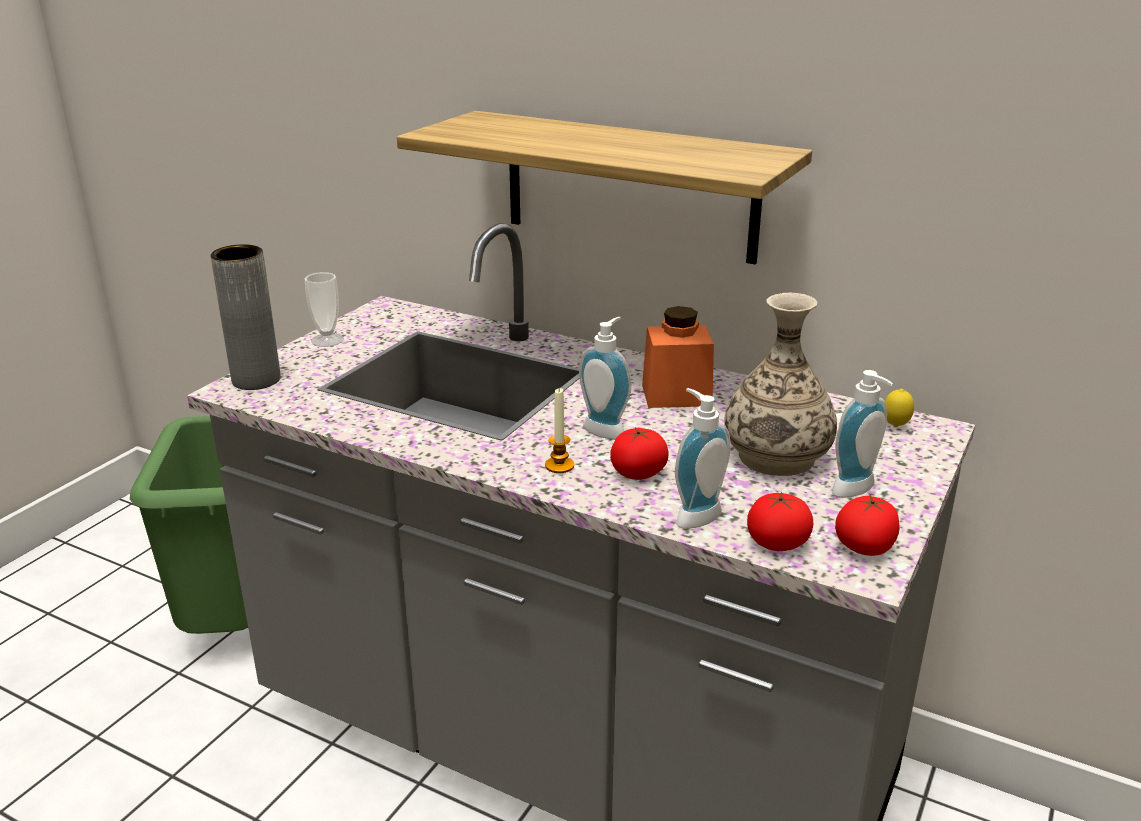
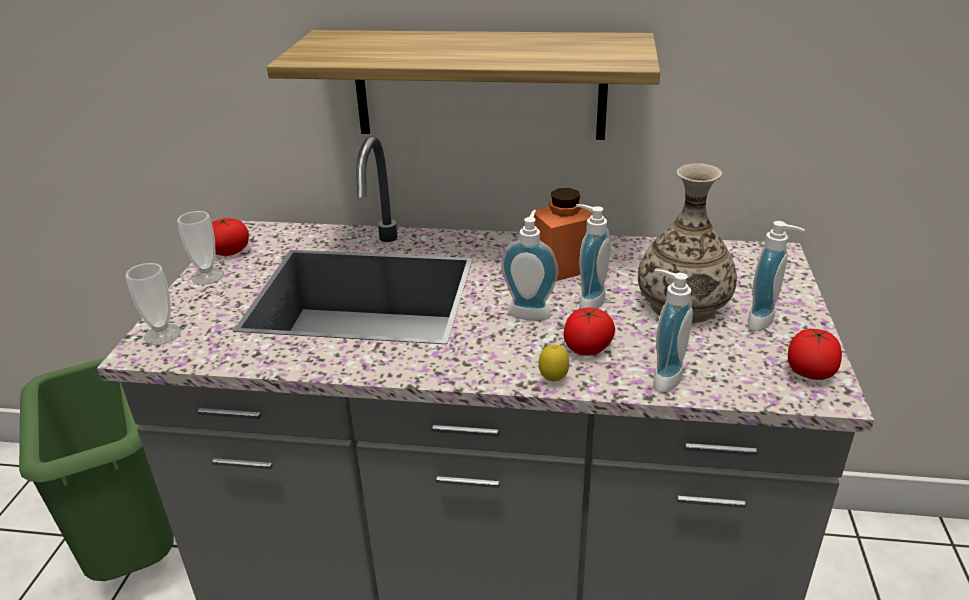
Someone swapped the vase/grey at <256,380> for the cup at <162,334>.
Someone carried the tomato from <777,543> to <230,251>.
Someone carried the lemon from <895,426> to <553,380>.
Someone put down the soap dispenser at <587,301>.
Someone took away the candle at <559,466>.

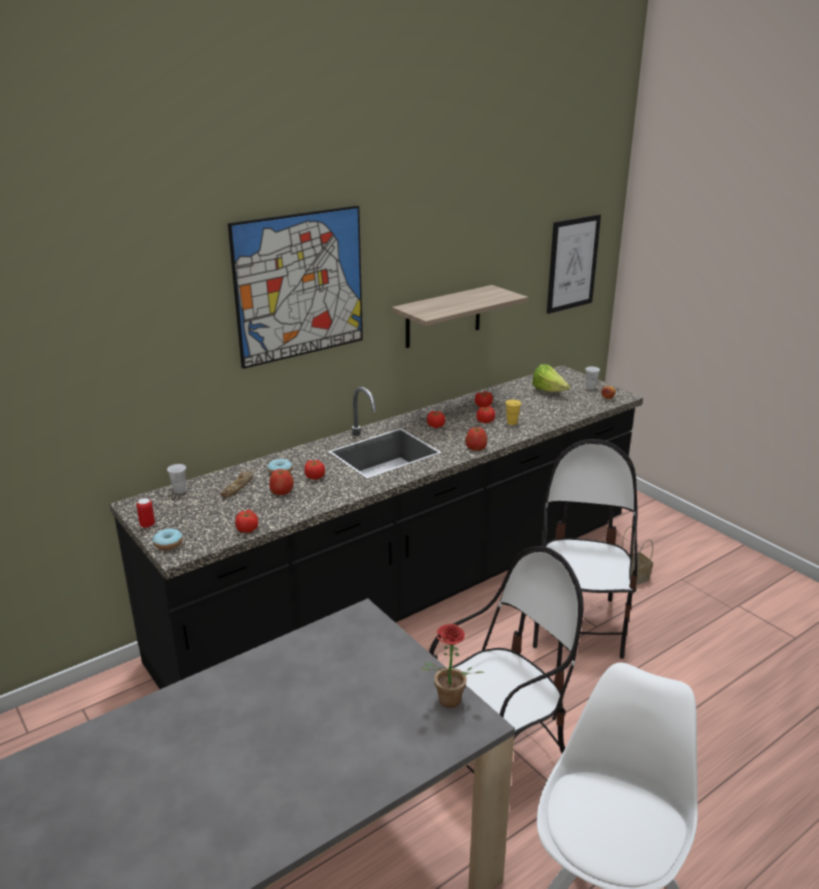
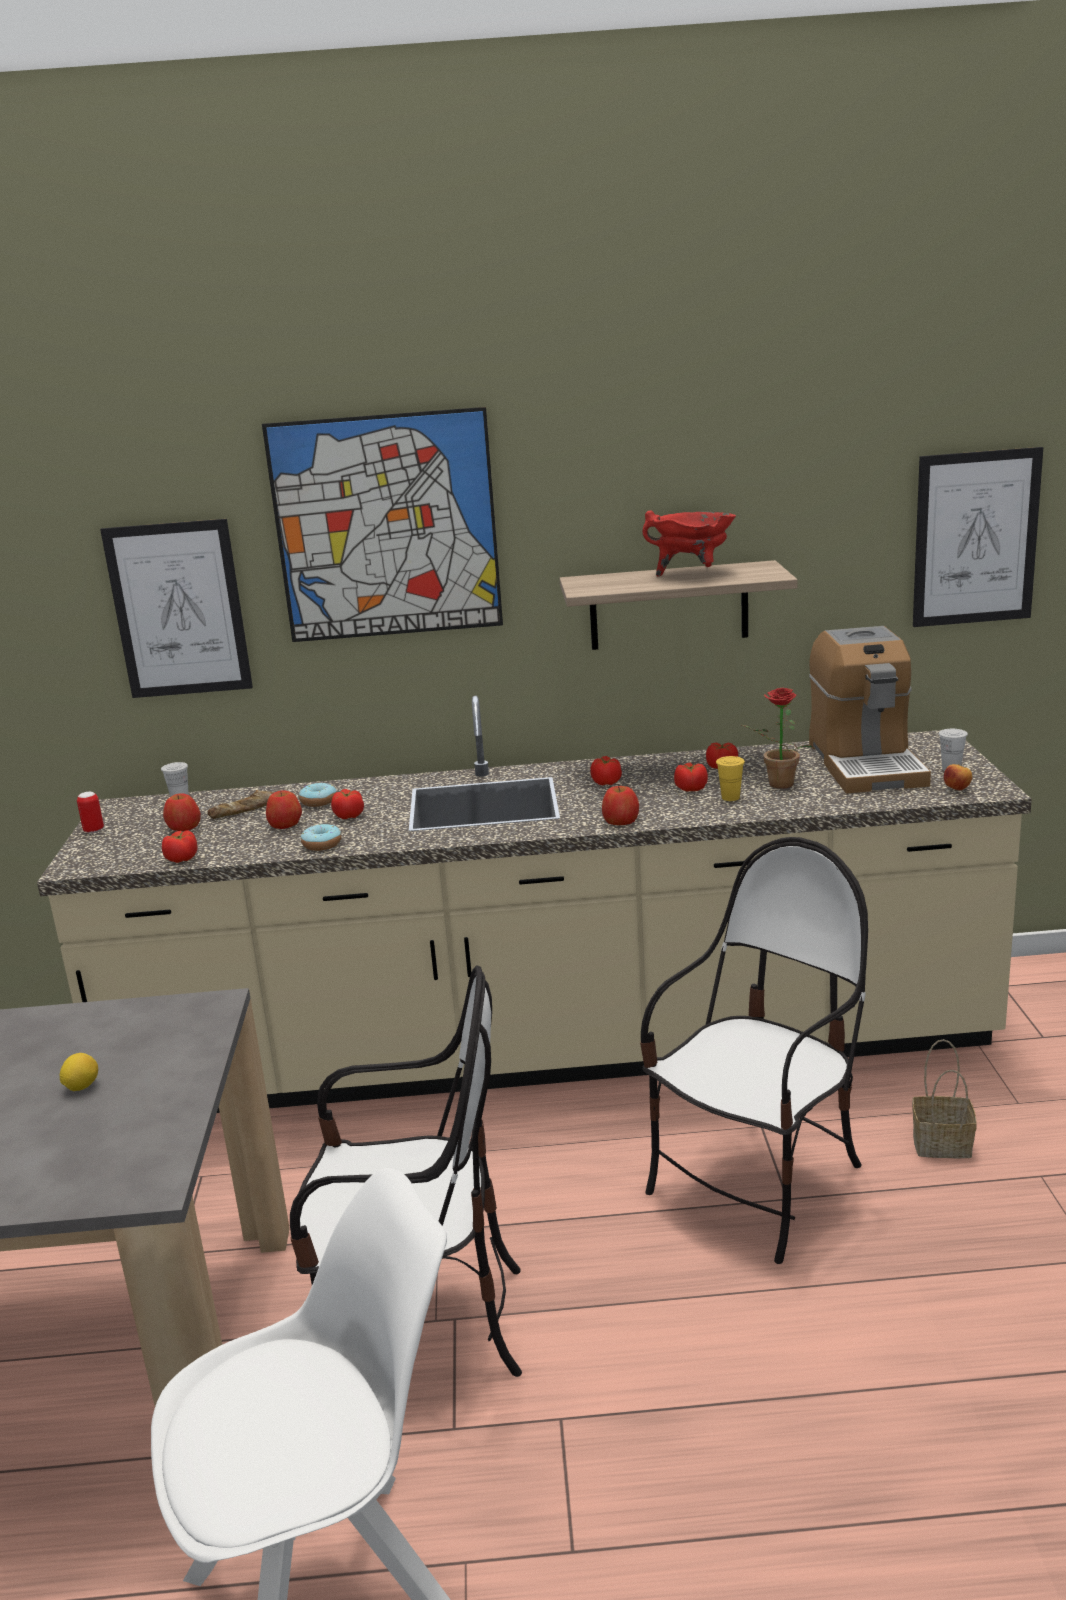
Someone repainted the counter/black at <409,589>, which became the counter/beige at <551,1051>.
Someone put down the lemon at <82,1086>.
Someone put up the picture at <179,609>.
Someone put down the apple at <184,827>.
Someone carried the donut from <168,544> to <322,844>.
Someone put down the cooking pot/red at <693,573>.
Someone carried the potted plant from <447,703> to <776,785>.
Someone swapped the lettuce at <549,391> for the coffee machine at <865,763>.

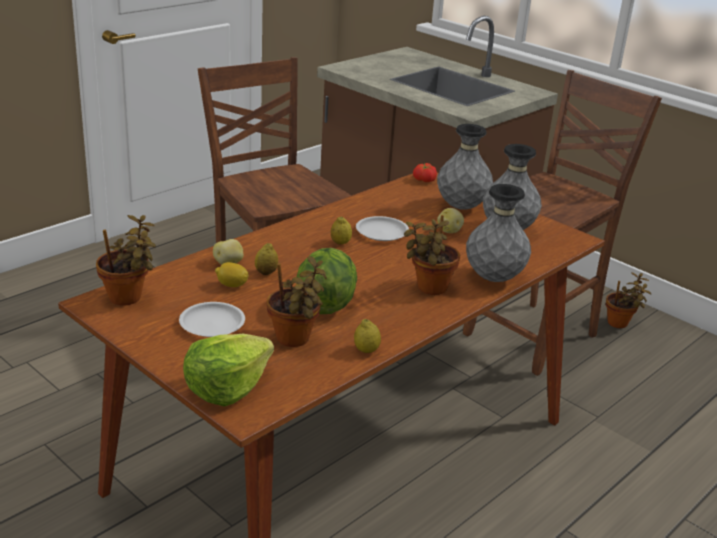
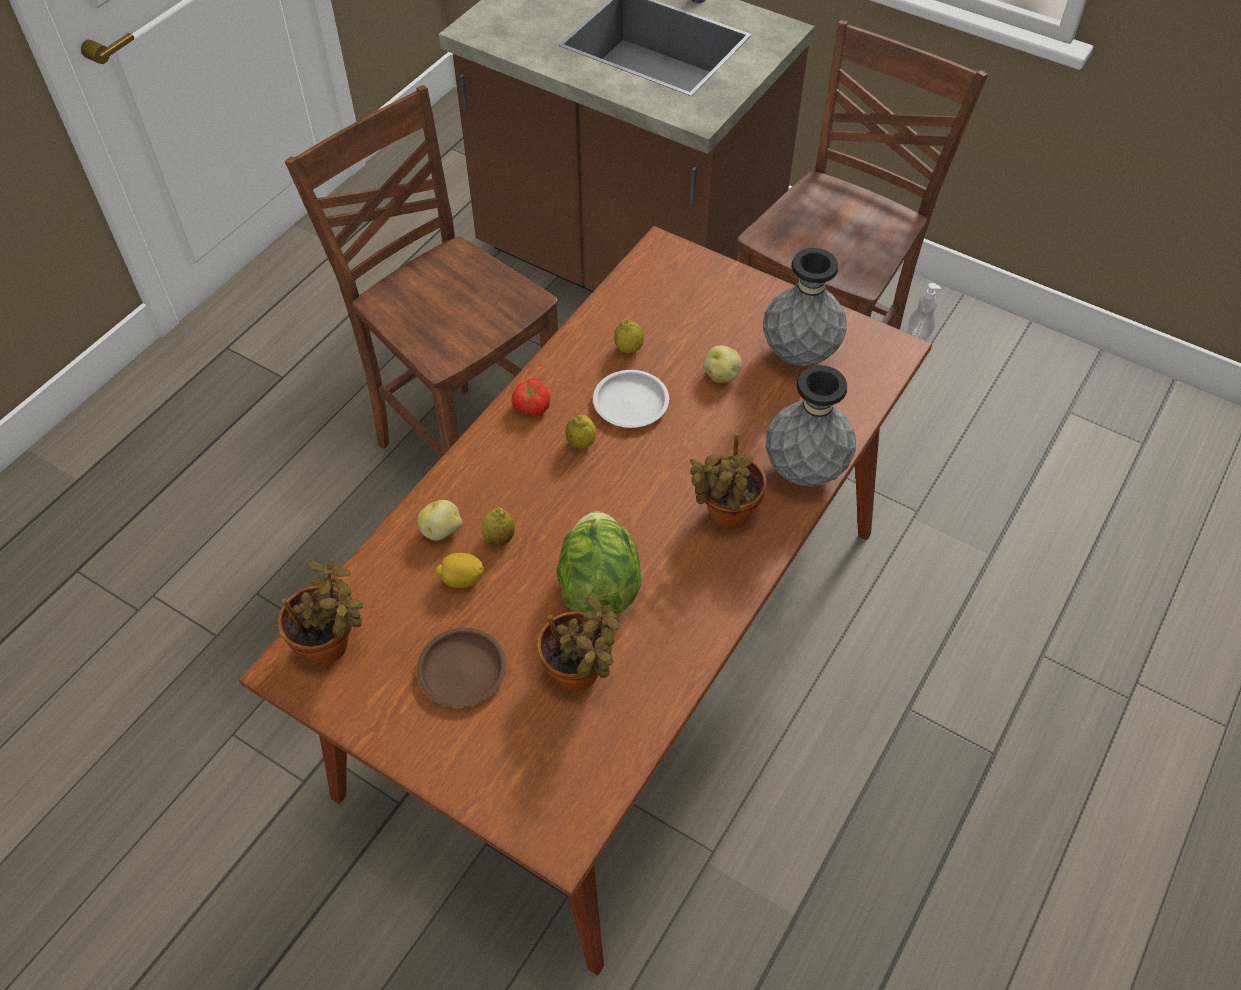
Someone repainted the plate/white at <213,324>, which became the plate/brown at <463,670>.
Someone carried the tomato from <423,180> to <531,406>.
Someone carried the lemon from <366,350> to <628,348>.
Someone swapped the potted plant at <620,323> for the soap dispenser at <919,333>.
Someone took away the lettuce at <226,387>.
Someone took away the vase/grey at <461,207>.

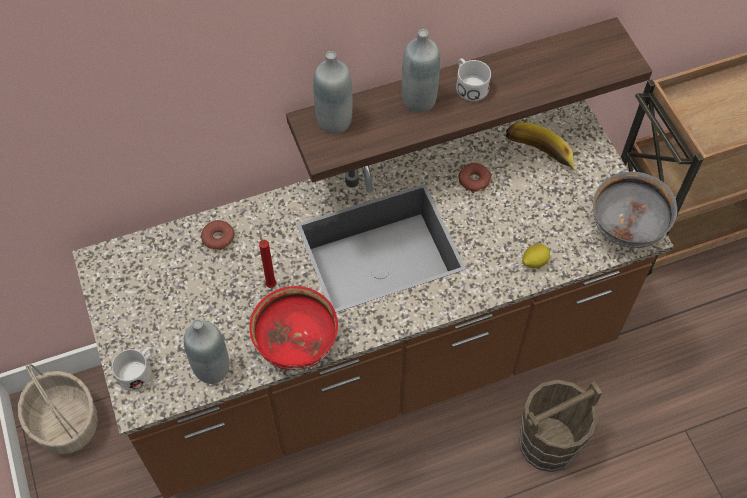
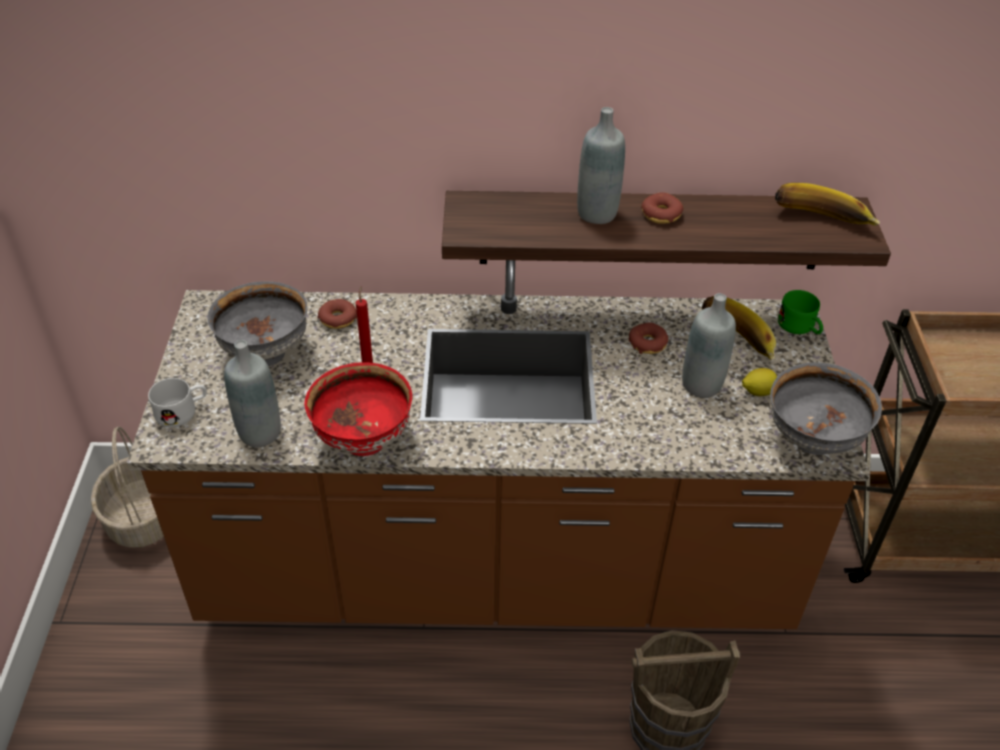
Someone put down the bowl/grey at <264,353>.
Someone swapped the mug/white at <469,85> for the donut at <661,214>.
Someone carried the bottle/grey from <334,121> to <701,385>.
Someone carried the lemon from <534,262> to <757,392>.
Someone put down the banana at <821,222>.
Someone put down the mug/green at <800,327>.

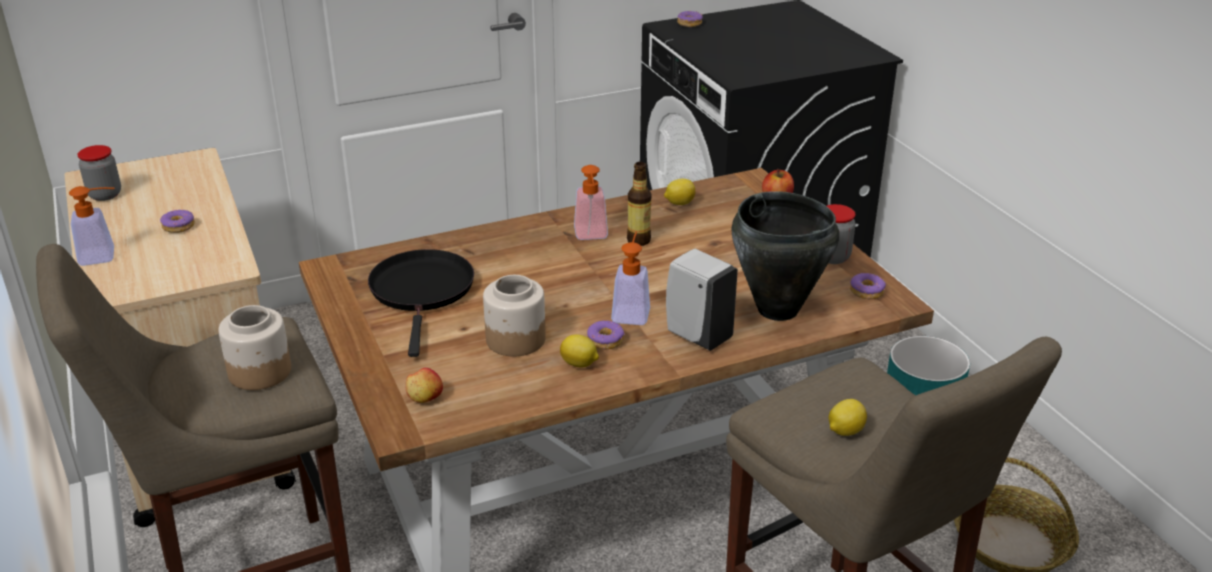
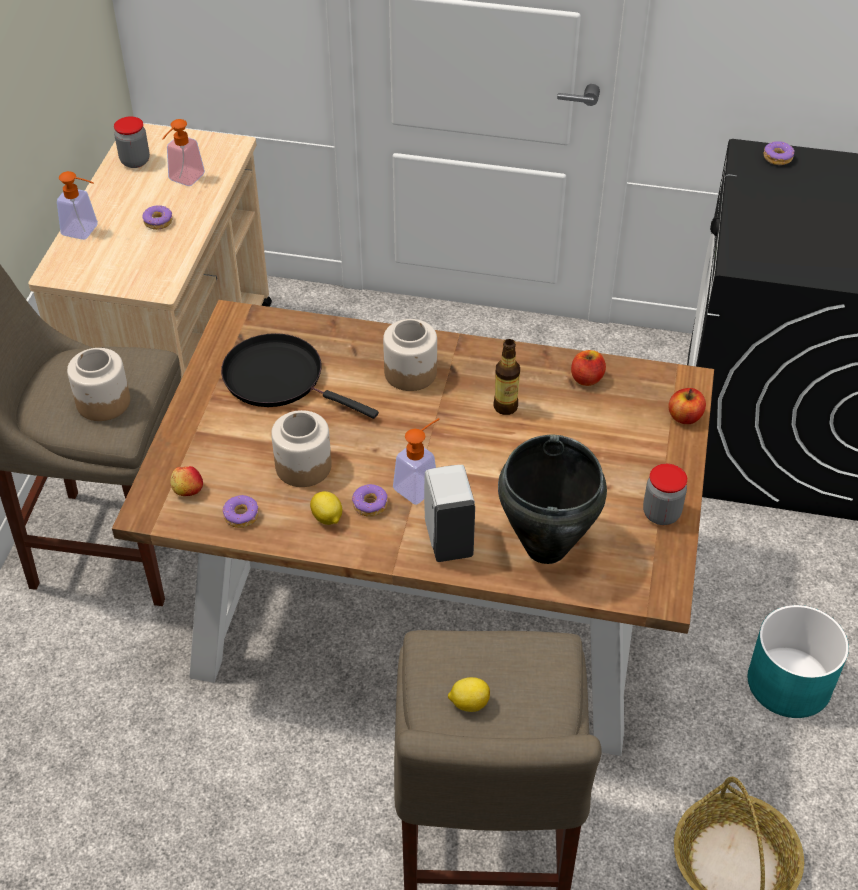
Someone carried the soap dispenser from <591,236> to <183,180>.
Someone rotated the frying pan/black at <422,292> by 90 degrees counterclockwise.
Someone carried the donut from <867,292> to <241,516>.
Someone put down the jar at <411,372>.
Someone swapped the lemon at <679,203> for the apple at <586,378>.

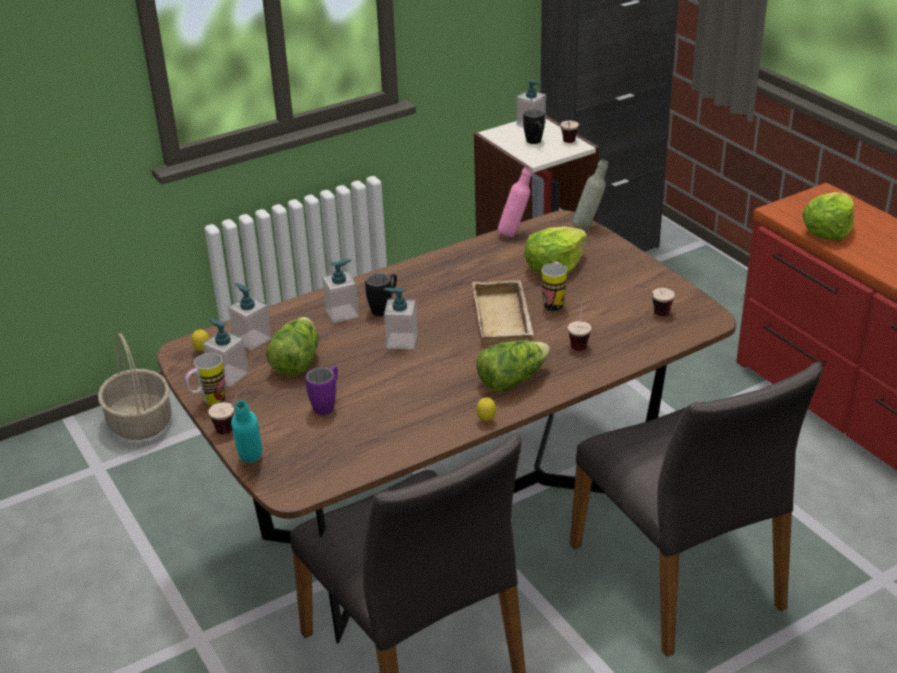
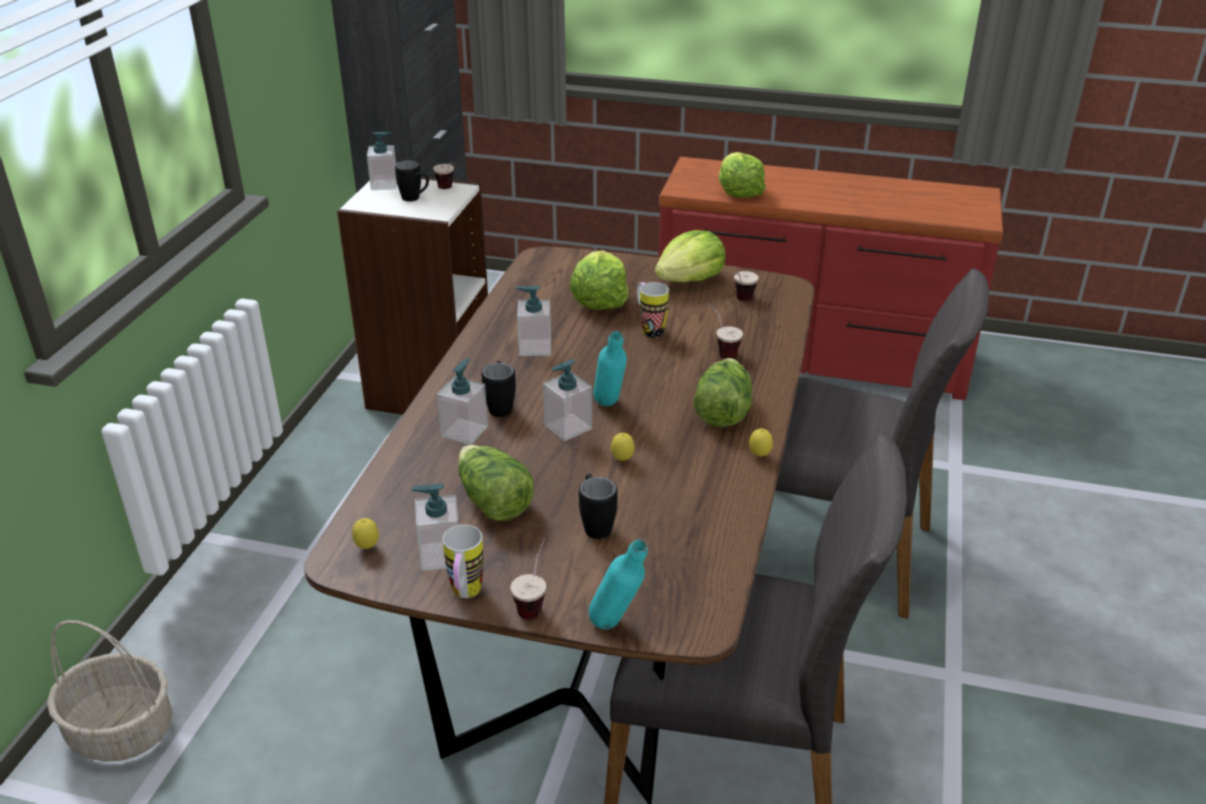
Someone carried the soap dispenser from <252,339> to <535,347>.
Someone repainted the mug/purple at <327,405>, which became the mug/black at <595,524>.
Someone put down the bottle/turquoise at <610,408>.
Someone put down the lemon at <622,460>.
Someone put down the lettuce at <690,279>.
Someone took away the tray/beige at <505,319>.
Someone took away the bottle/pink at <515,233>.
Someone took away the bottle/grey at <589,226>.

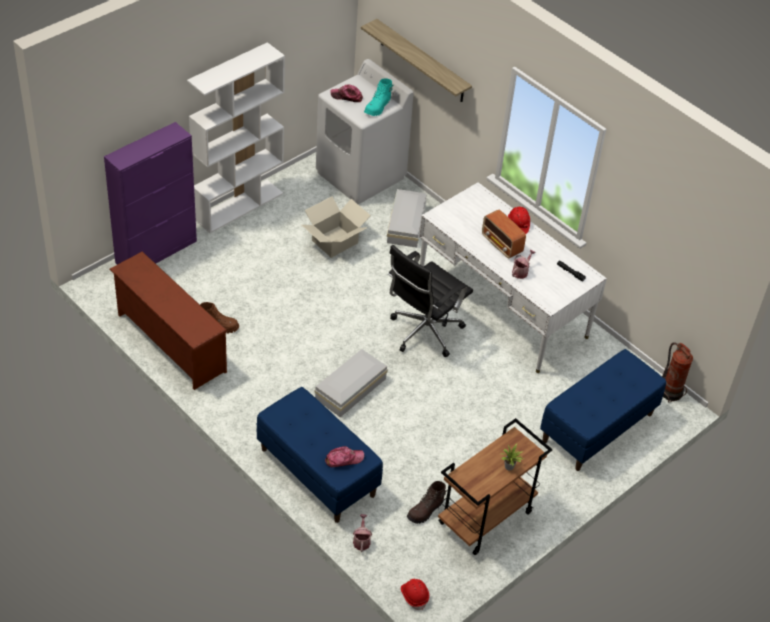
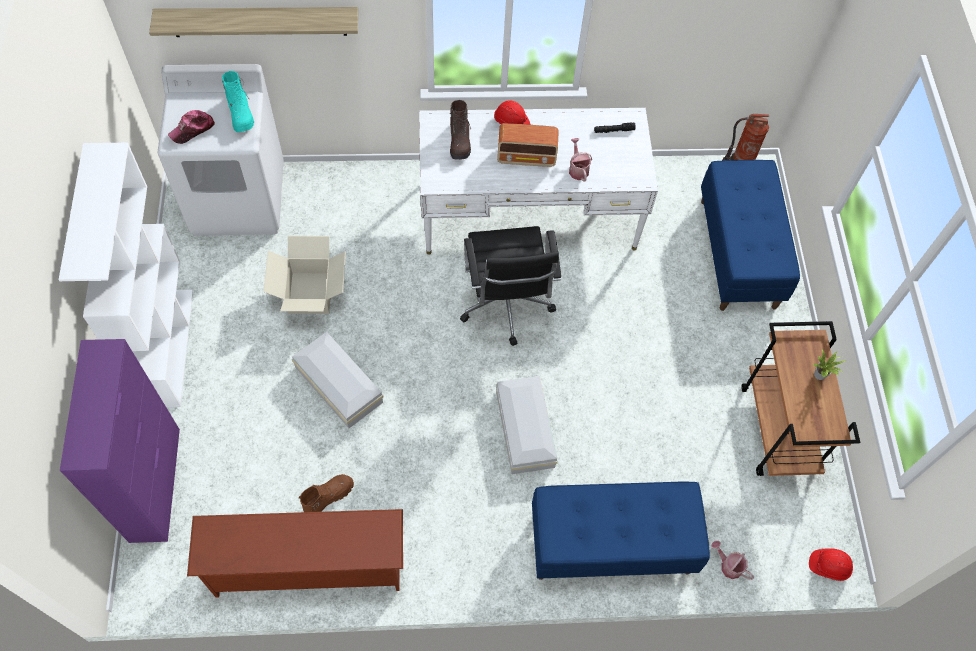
Someone carried the storage box/white from <407,223> to <338,383>.
Someone carried the boot/brown from <426,511> to <460,141>.
Someone took away the cap at <344,459>.

